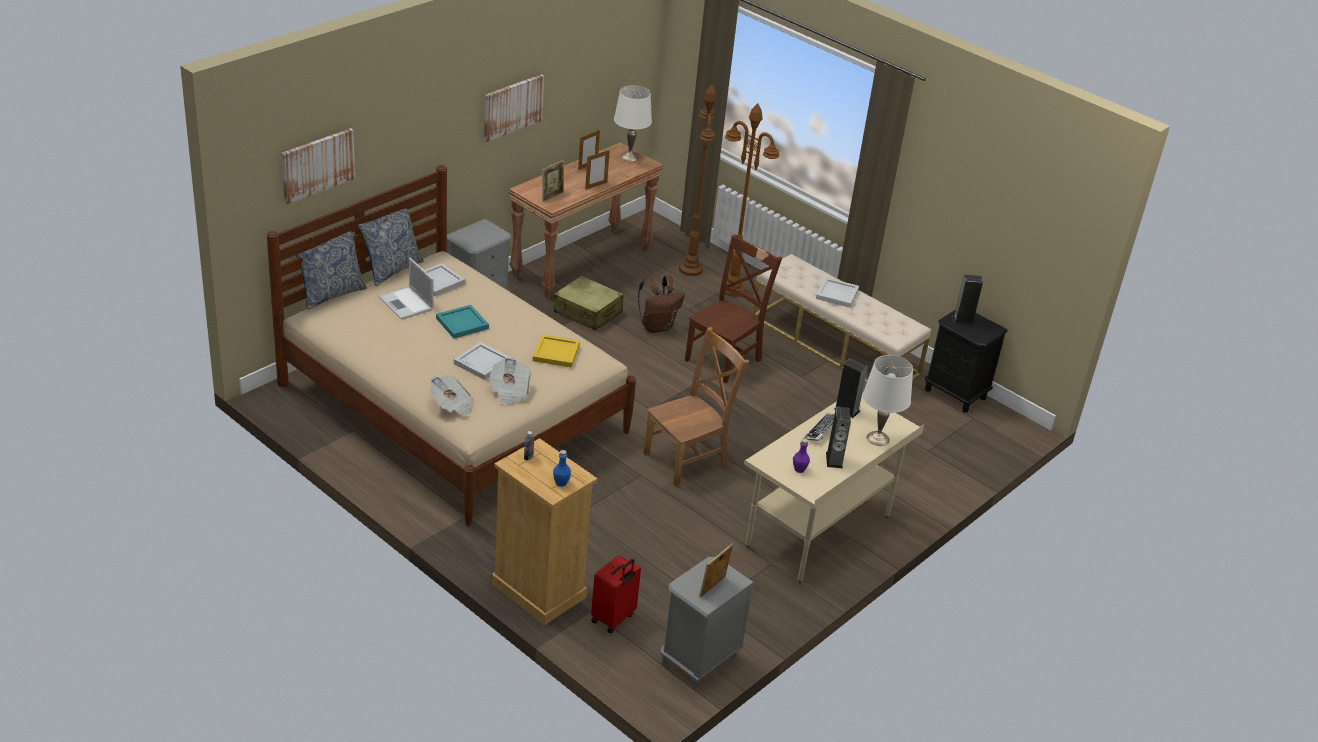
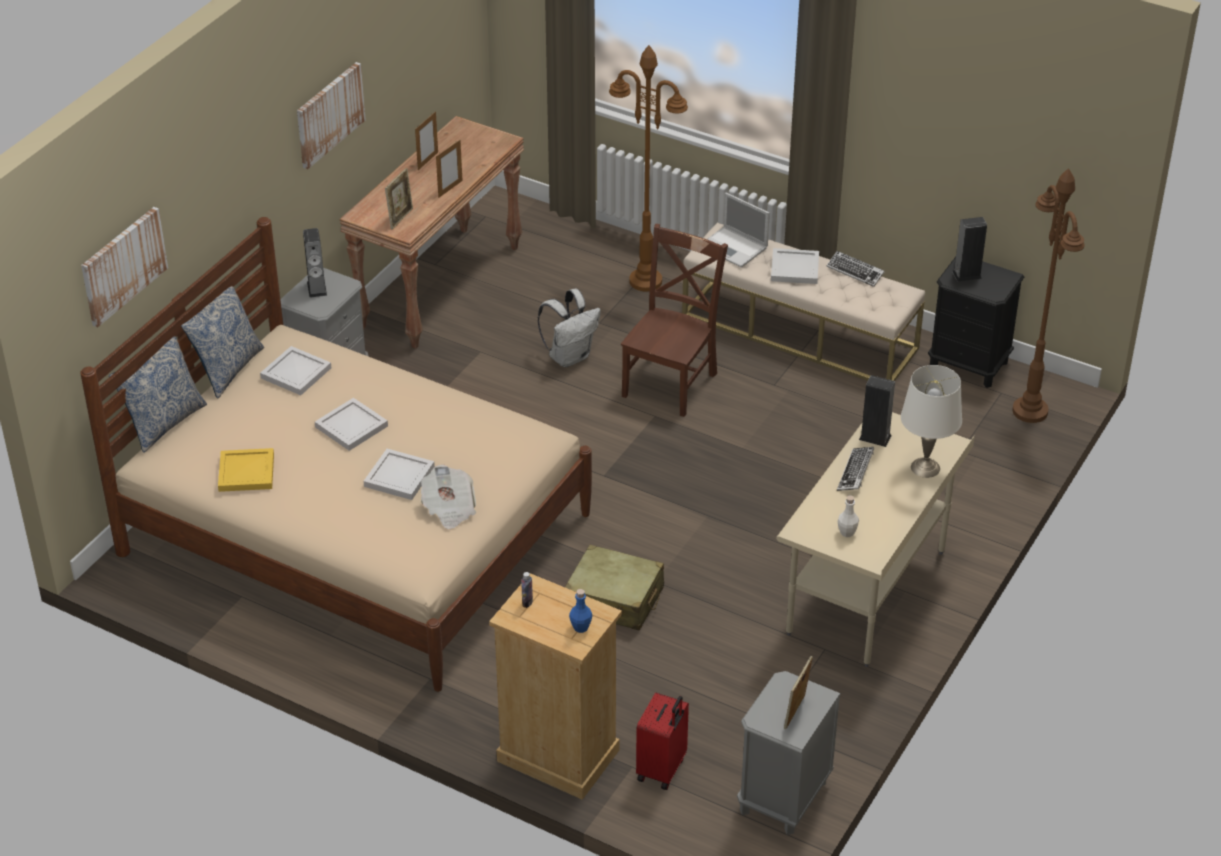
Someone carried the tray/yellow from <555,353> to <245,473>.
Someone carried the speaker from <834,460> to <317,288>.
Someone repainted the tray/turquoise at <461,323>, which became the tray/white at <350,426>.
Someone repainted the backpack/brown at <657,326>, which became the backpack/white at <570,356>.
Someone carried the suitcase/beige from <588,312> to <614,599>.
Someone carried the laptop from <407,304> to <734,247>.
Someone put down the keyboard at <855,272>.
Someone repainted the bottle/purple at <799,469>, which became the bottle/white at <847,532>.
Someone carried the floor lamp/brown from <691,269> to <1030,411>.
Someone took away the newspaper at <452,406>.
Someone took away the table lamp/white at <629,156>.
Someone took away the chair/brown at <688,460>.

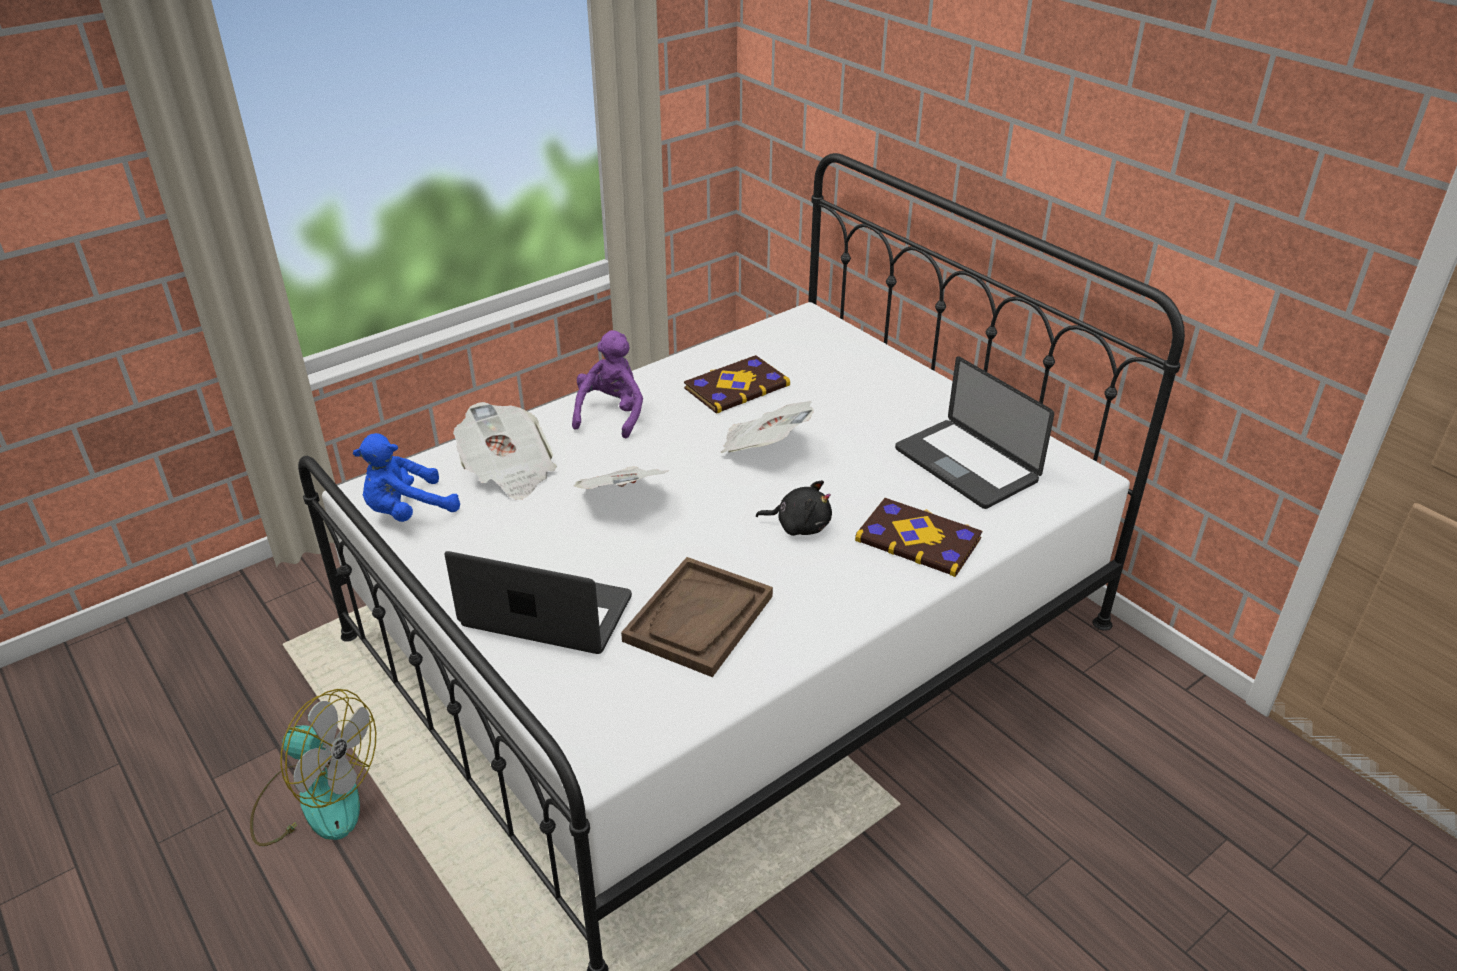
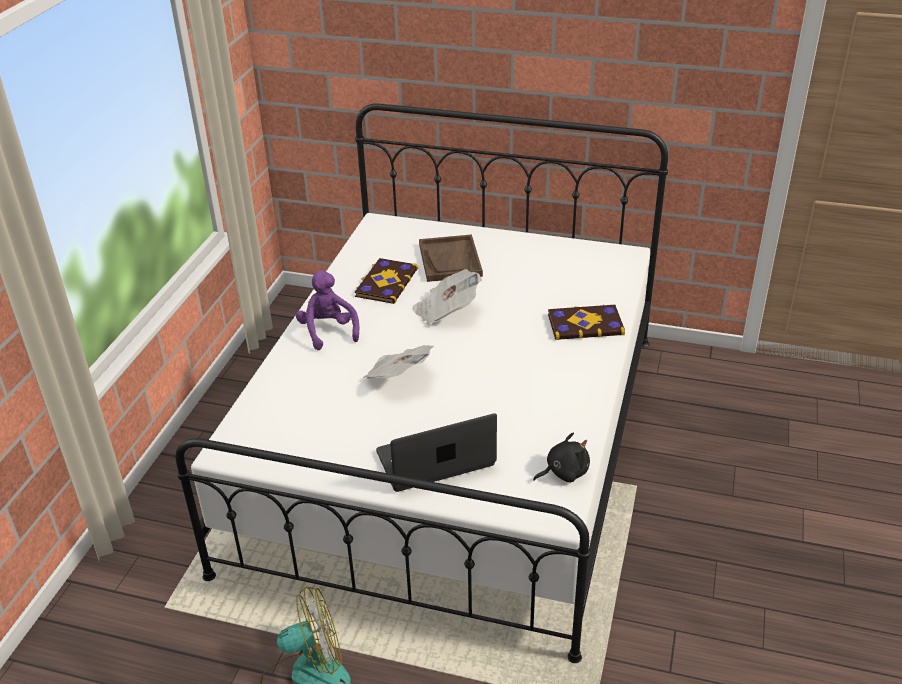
Someone carried the tray/brown from <699,619> to <450,260>.
Someone carried the plush toy/black from <799,525> to <564,472>.
Someone took away the plush toy/blue at <407,511>.
Someone took away the newspaper at <508,472>.
Someone took away the laptop at <965,465>.

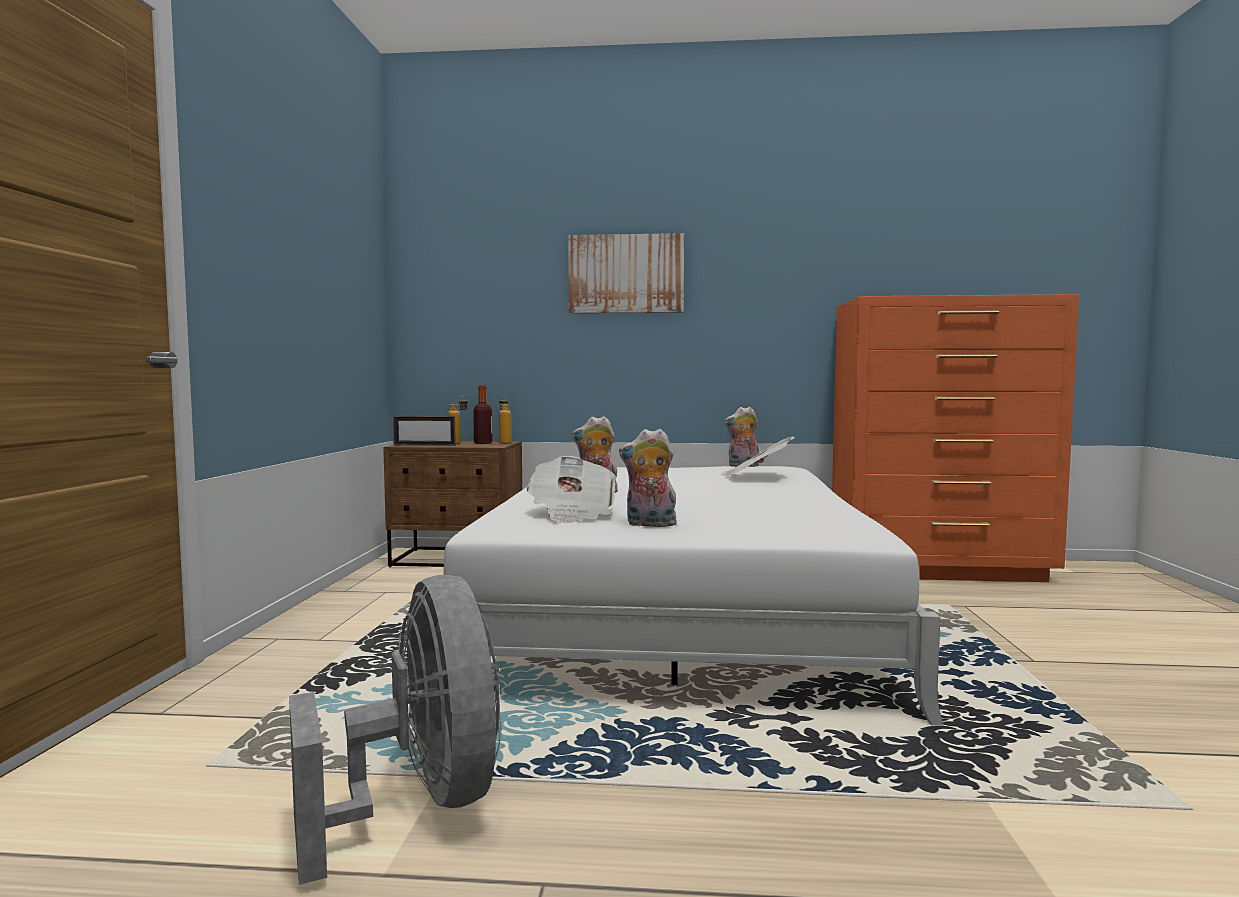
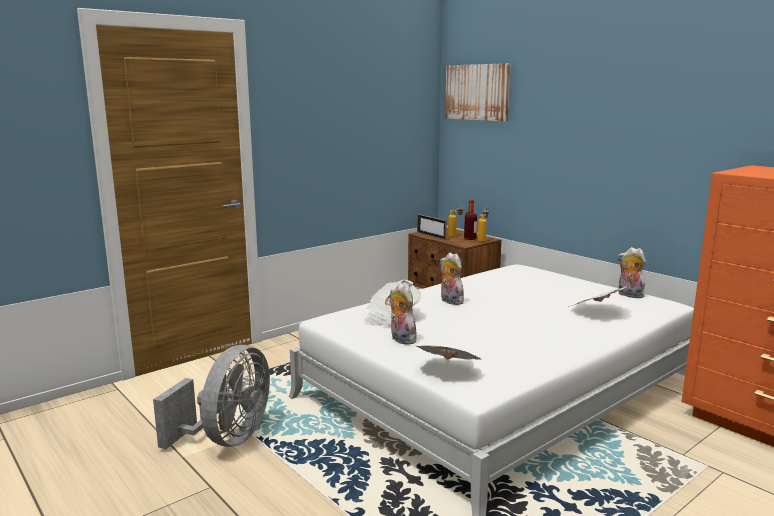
Someone put down the newspaper at <449,370>.
Someone carried the picture from <626,274> to <477,92>.

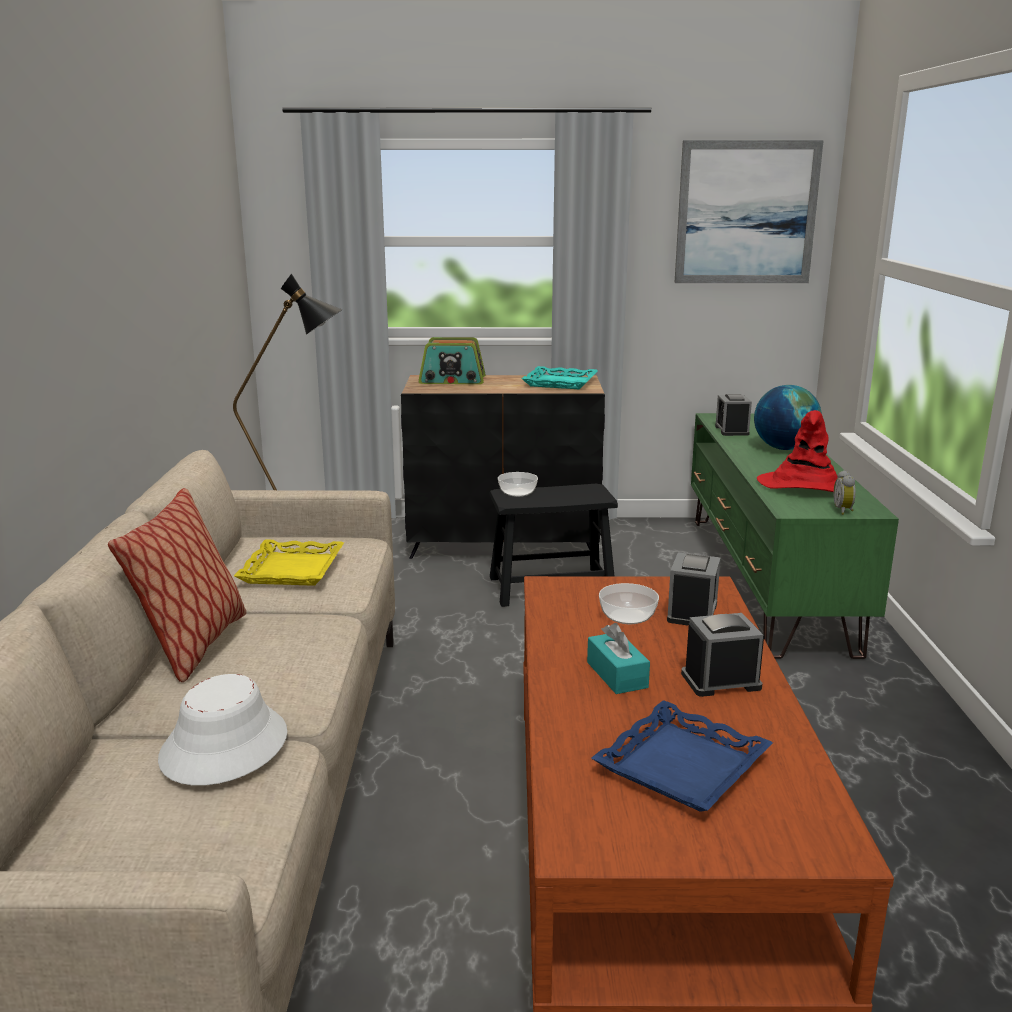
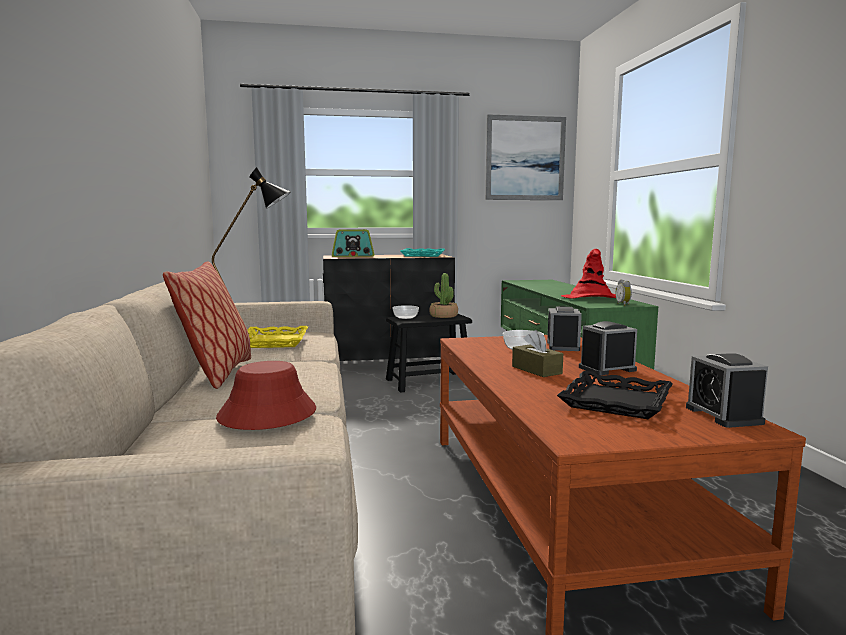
Someone repainted the hat/white at <224,746>, which became the hat/red at <267,414>.
Someone put down the potted plant at <443,316>.
Someone repainted the tissue box/turquoise at <617,675>, which became the tissue box/brown at <536,370>.
Someone repainted the tray/blue at <681,765>, which became the tray/black at <615,401>.
Someone carried the alarm clock from <731,430> to <723,415>.
Someone took away the globe at <784,448>.

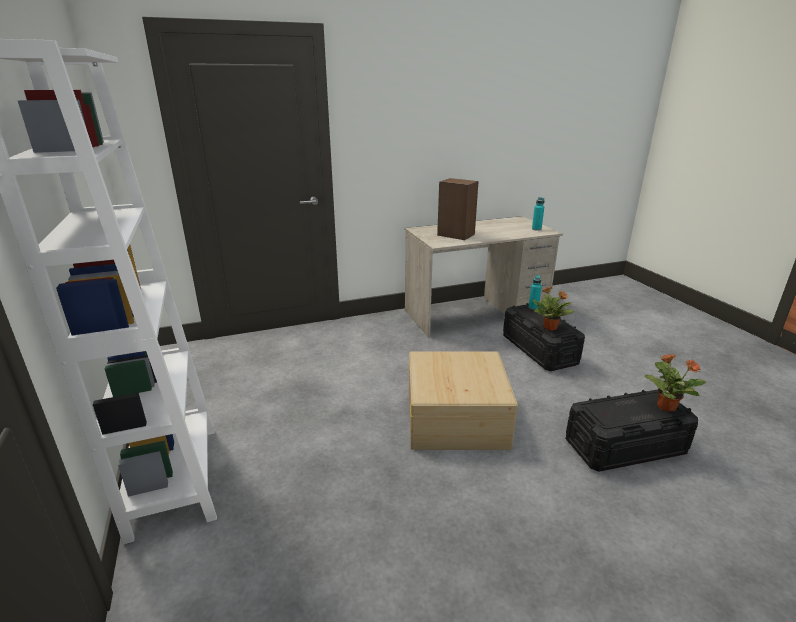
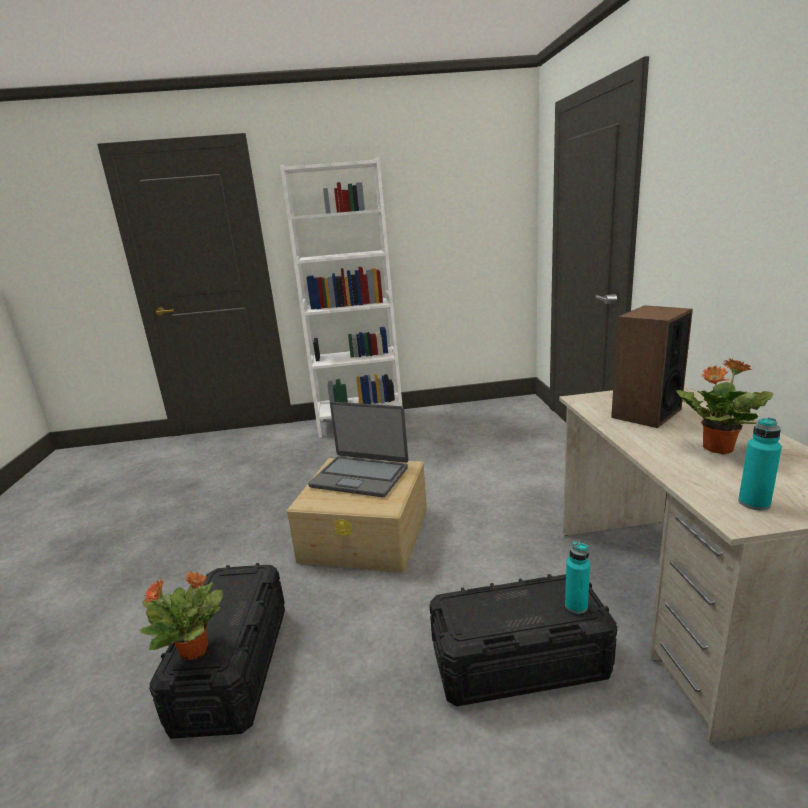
Someone put down the laptop at <360,476>.
Someone carried the potted plant from <550,328> to <716,449>.

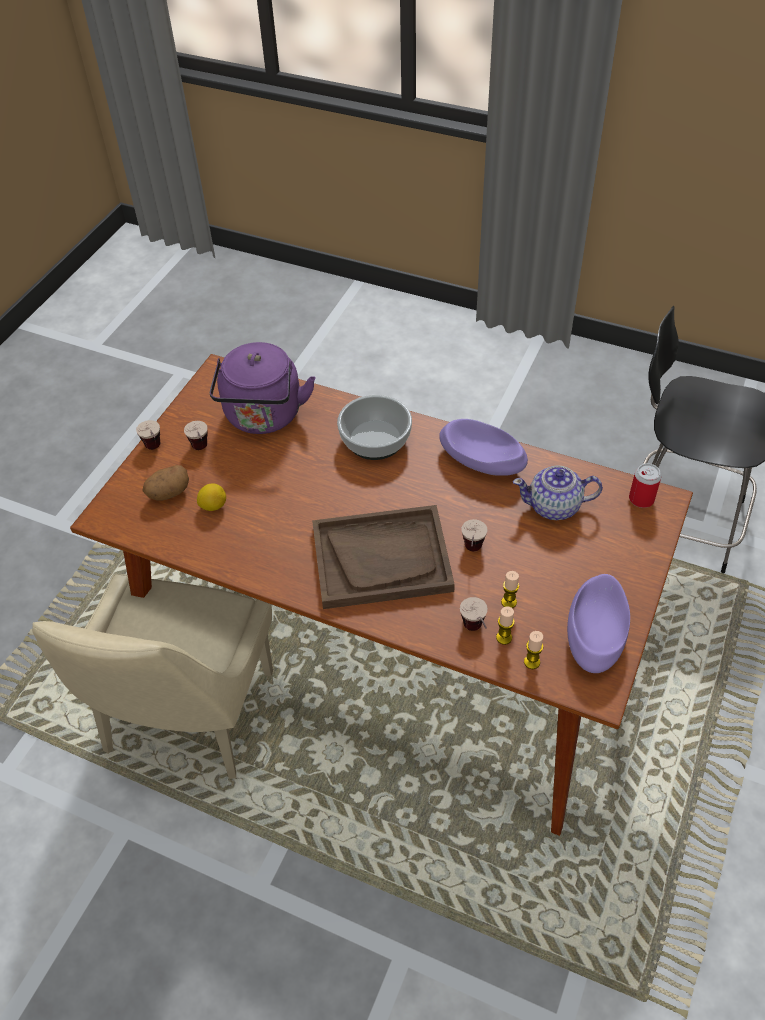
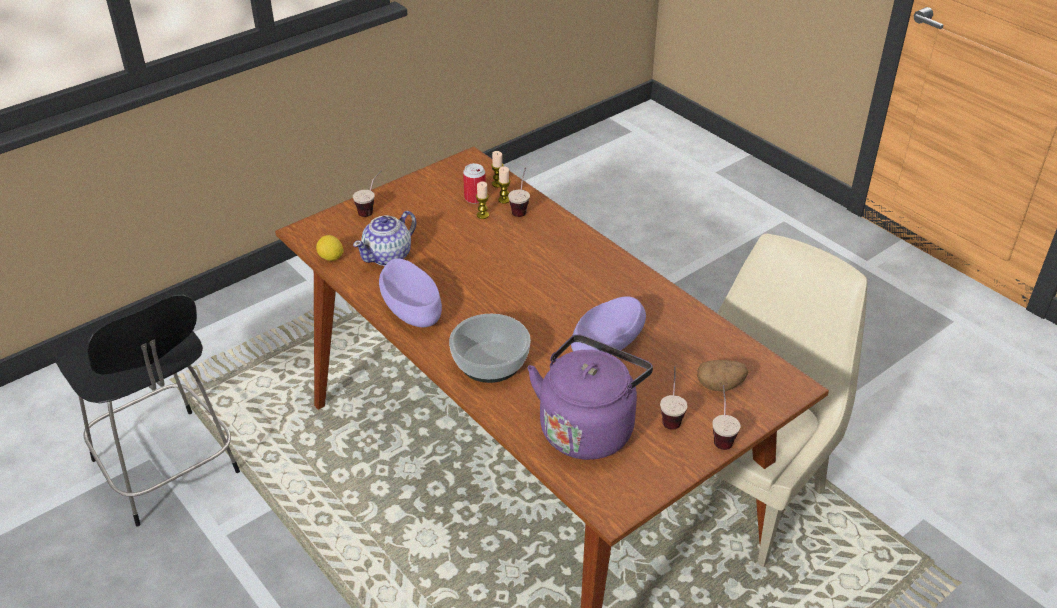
Someone carried the lemon from <213,506> to <331,258>.
Someone carried the cup from <472,553> to <371,209>.
Someone rotated the teapot at <555,507> by 105 degrees clockwise.
Someone carried the can from <641,499> to <475,198>.
Someone carried the bowl/purple from <595,634> to <607,343>.
Someone took away the tray/brown at <382,558>.

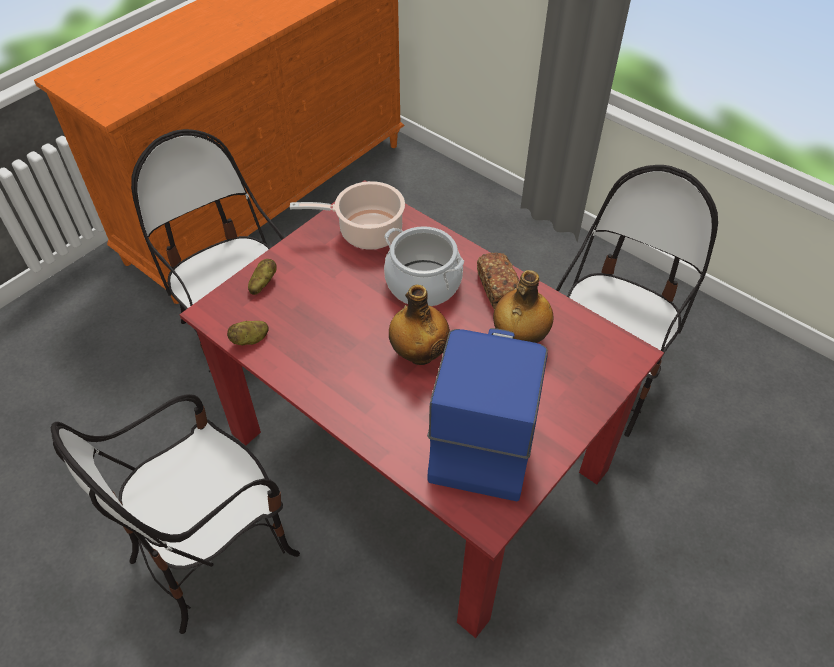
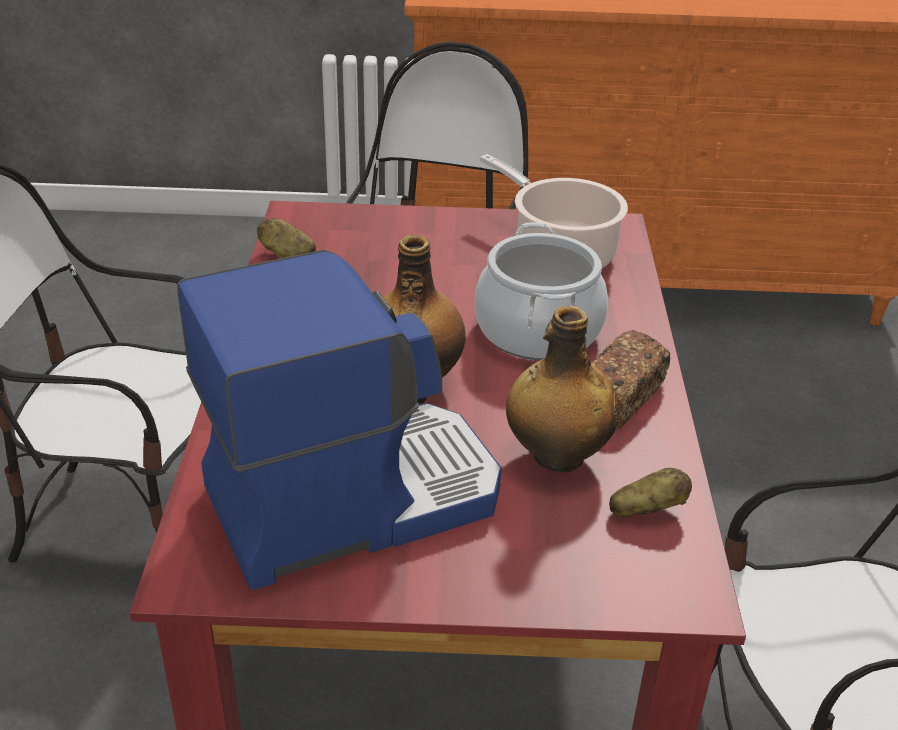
Someone carried the potato from <263,283> to <647,510>.

